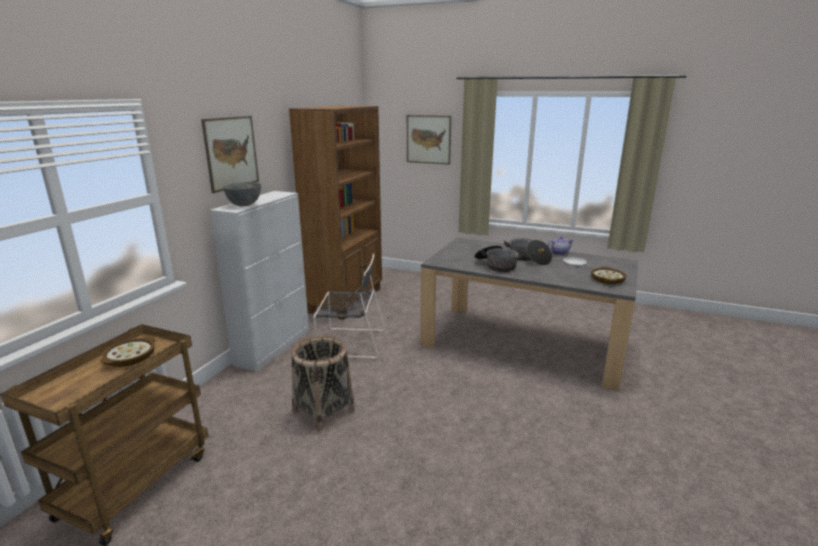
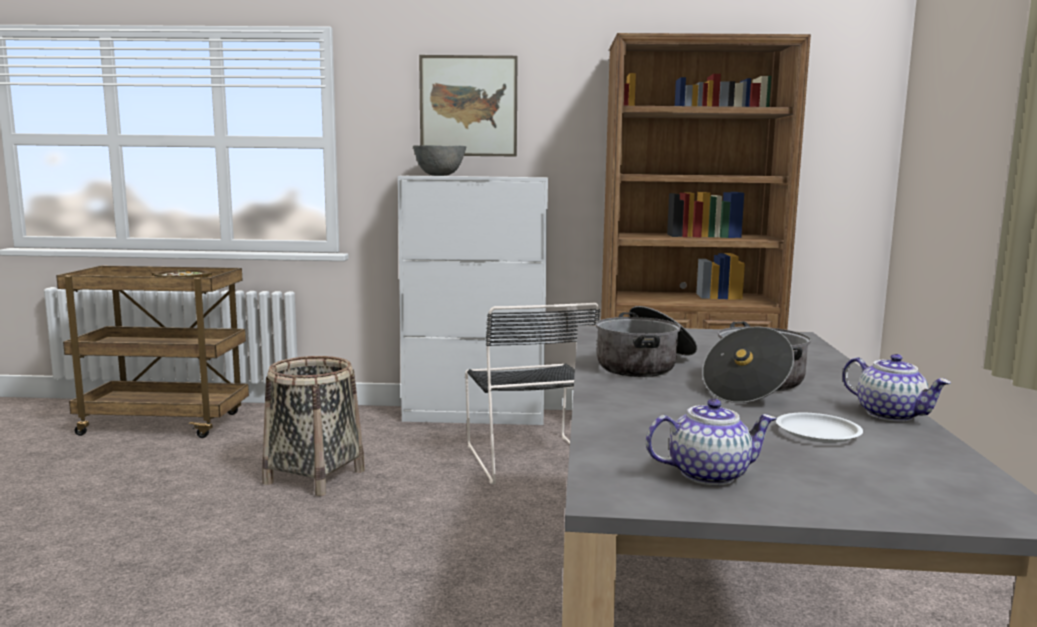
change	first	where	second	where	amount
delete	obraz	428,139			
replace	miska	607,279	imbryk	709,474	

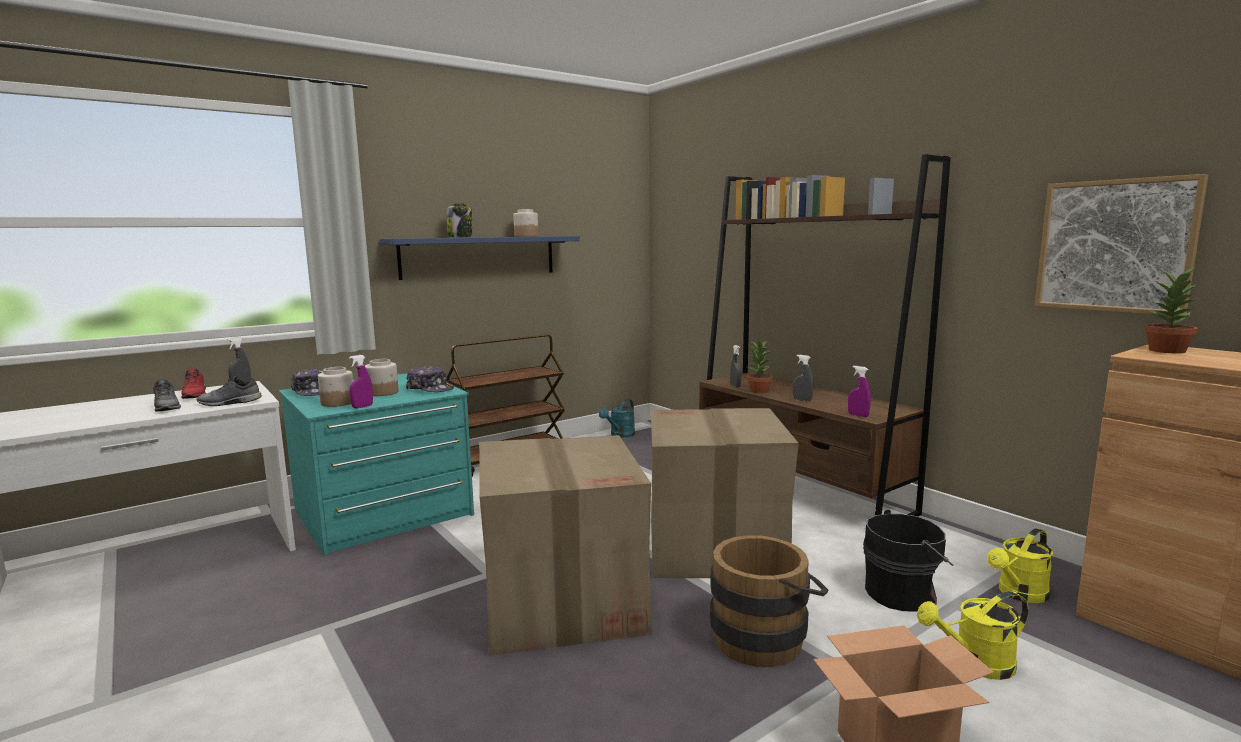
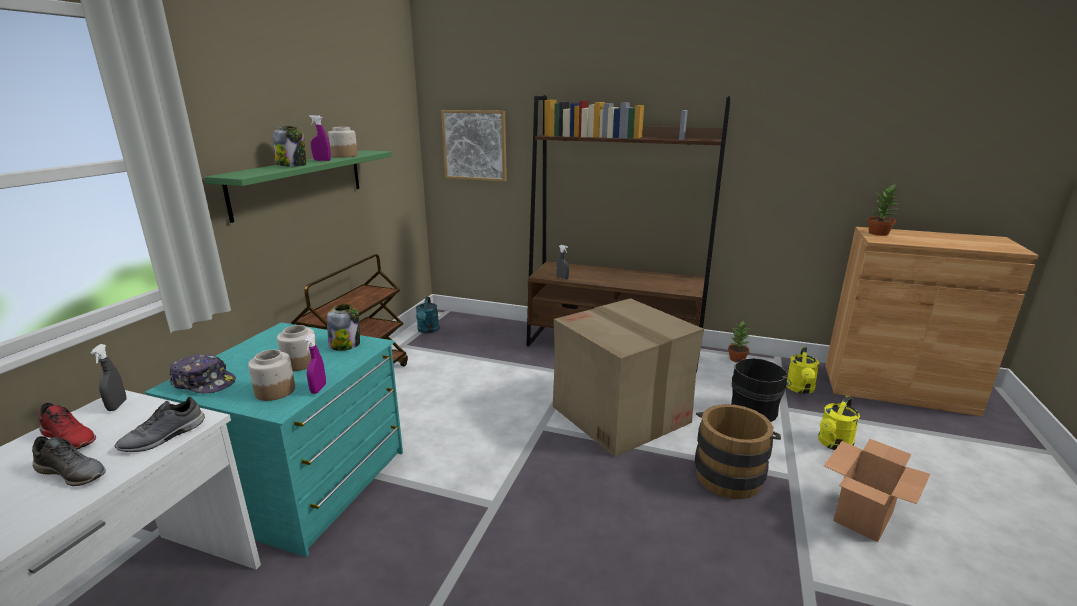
change	first	where	second	where	amount
move	obraz	1115,246		475,145	
recolor	półka/niebieski	479,256	półka/zielony	300,182	
move	roślina doniczkowa	758,391		736,359	
delete	spryskiwacz/szary	802,400			
replace	czapka z daszkiem	430,389	słoik	345,345	
move	spryskiwacz/fioletowy	858,415		322,160	
delete	karton	563,600			

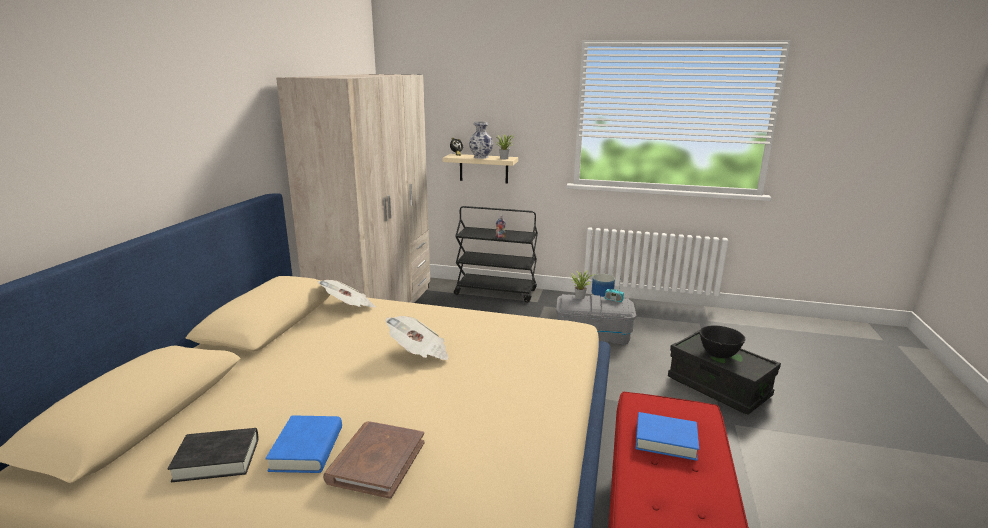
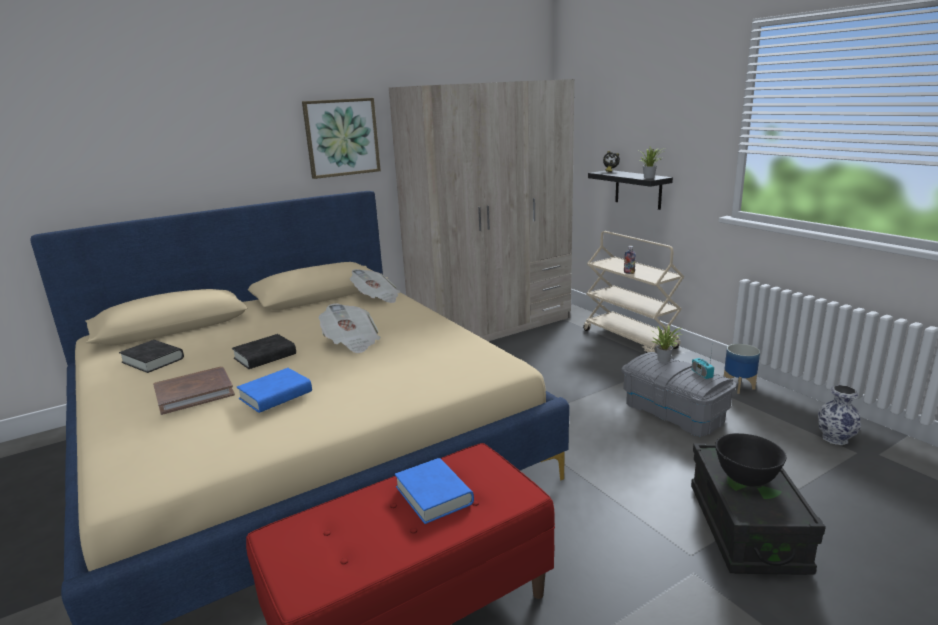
change	first	where	second	where	amount
move	wazon	481,157		835,438	
recolor	półka/beżowy	483,168	półka/czarny	638,189	
recolor	wózek/czarny	496,292	wózek/beżowy	630,339	
move	książka/niebieski	307,449		276,395	
insert			obraz	342,137	
insert			książka/czarny	265,356	

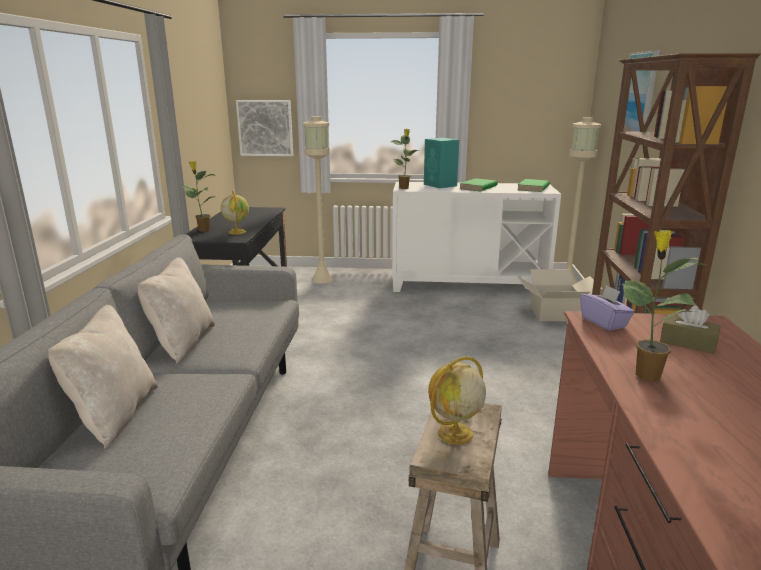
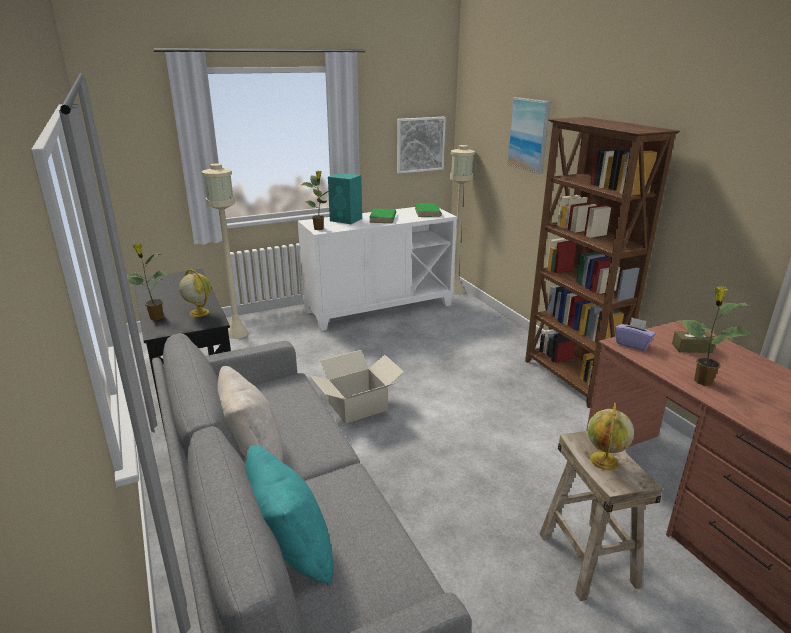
change	first	where	second	where	amount
move	obraz	265,128		420,144	
move	karton	555,314		358,407	
recolor	poduszka/beżowy	114,415	poduszka/turkusowy	292,551	

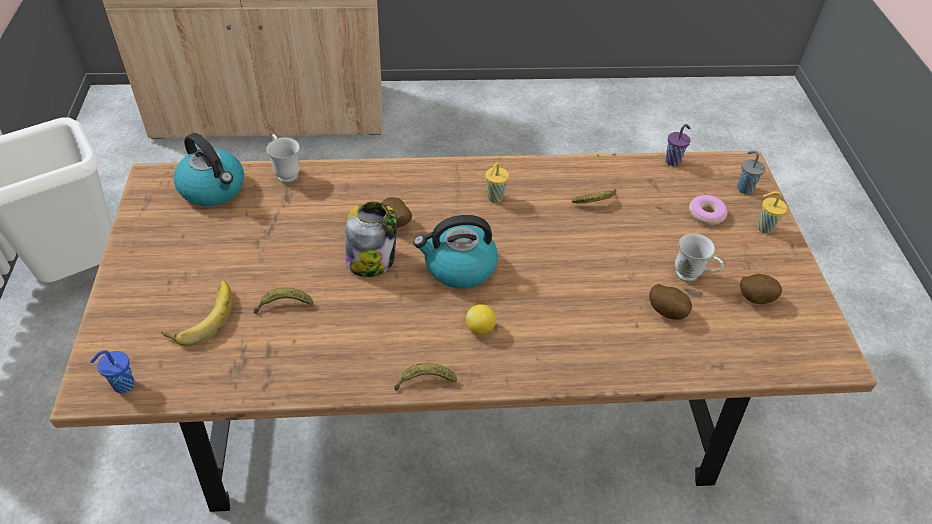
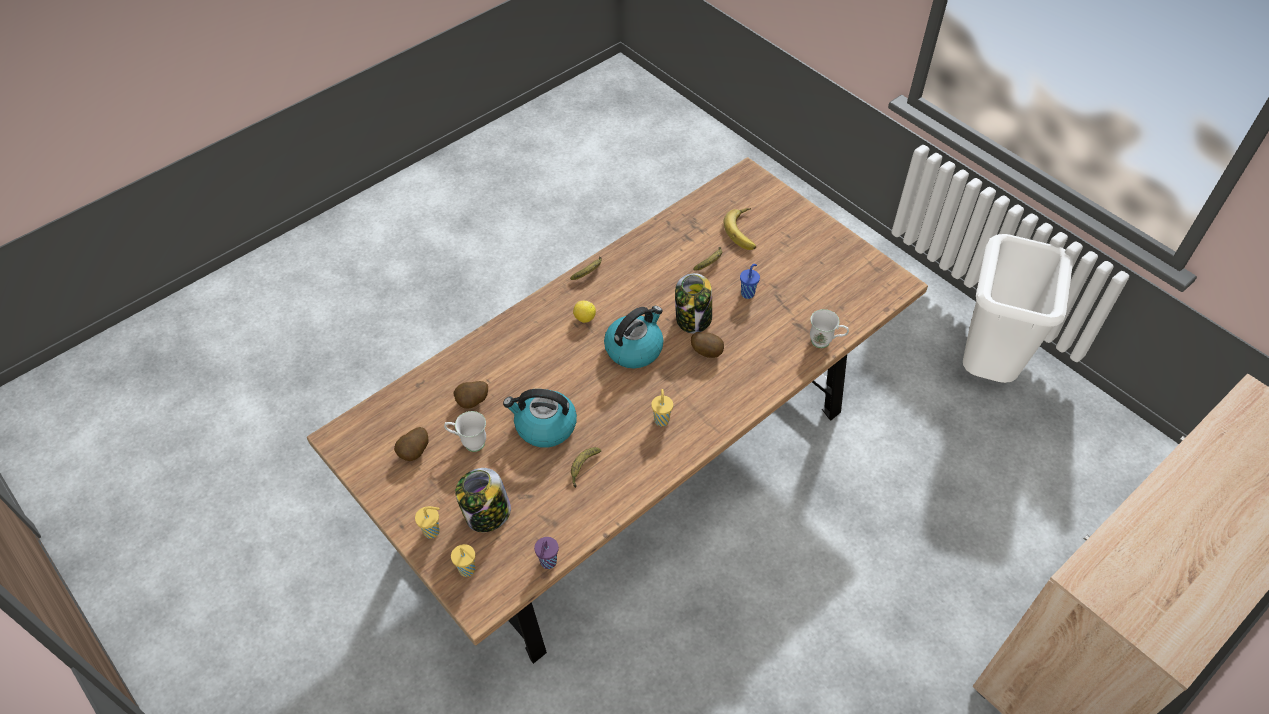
change	first	where	second	where	amount
move	czajnik	213,189		544,426	
recolor	filiżanka/szary	744,188	filiżanka/żółty	468,570	
replace	donut	706,214	słoik	487,514	
move	filiżanka/niebieski	122,385		748,293	

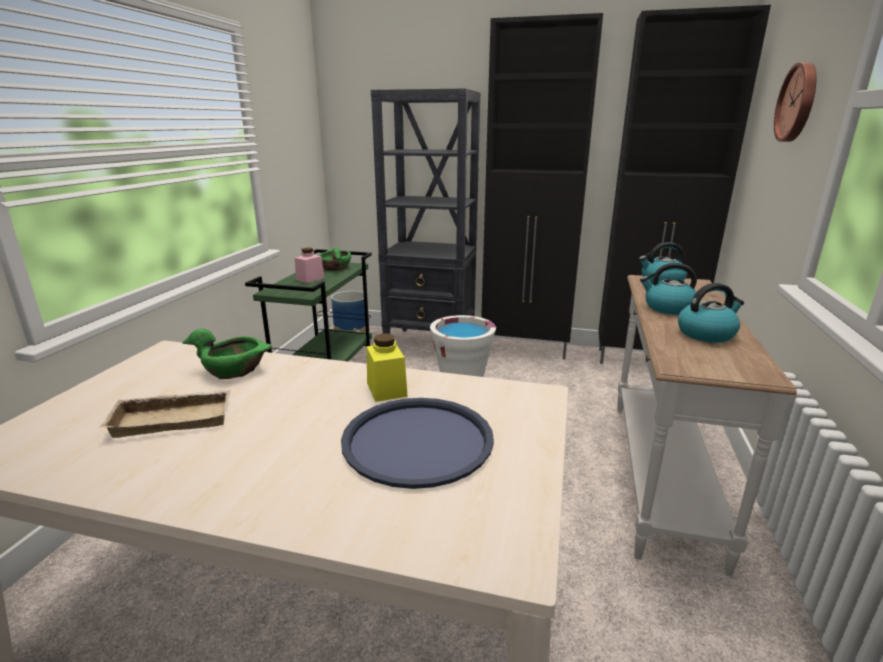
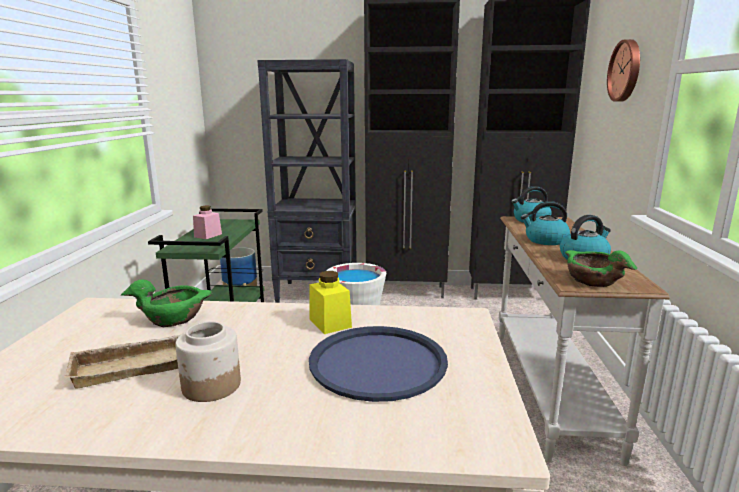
change	first	where	second	where	amount
move	miska/zielony	335,267		593,280	
insert			słoik	211,386	

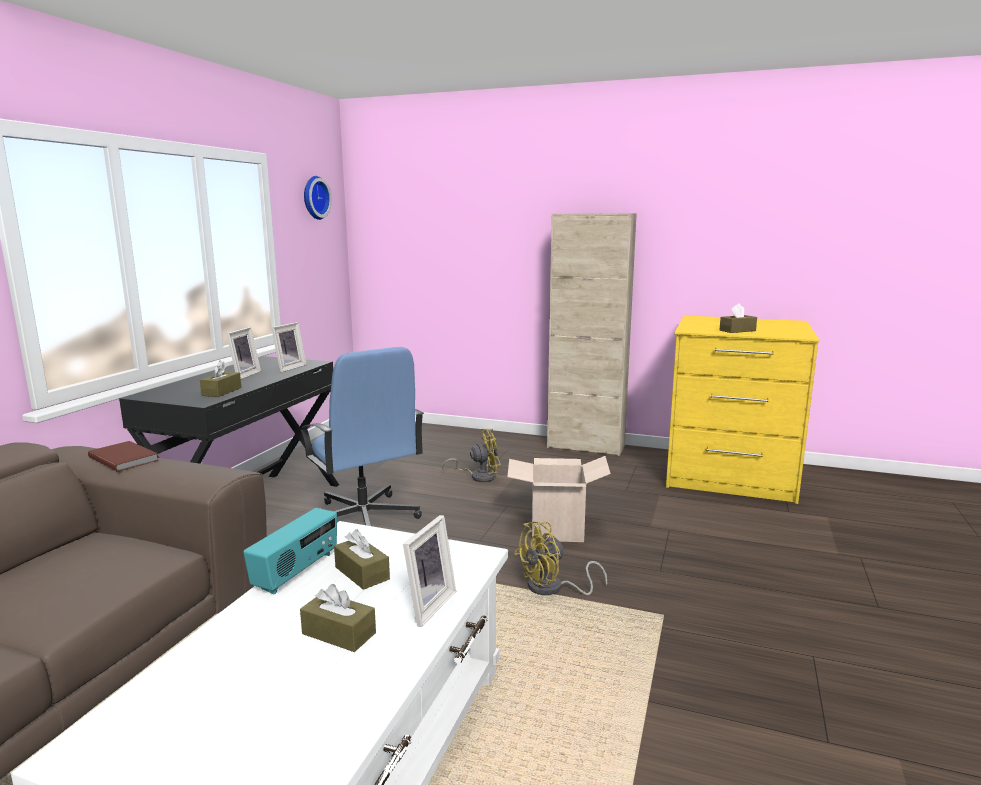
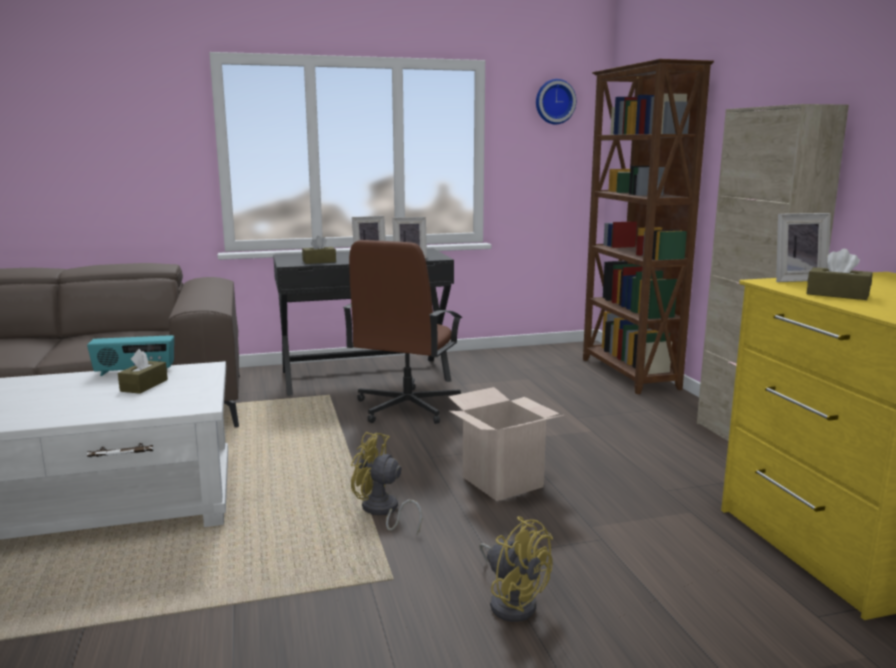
change	first	where	second	where	amount
recolor	krzesło biurowe/niebieski	363,518	krzesło biurowe/brązowy	406,407	
move	wentylator/żółty	479,476		512,601	
delete	książka/brązowy	125,458			
move	ramka na zdjęcie	426,605		796,279	
delete	pudełko chusteczek/brązowy	339,633			
insert			regał/brązowy	628,374	

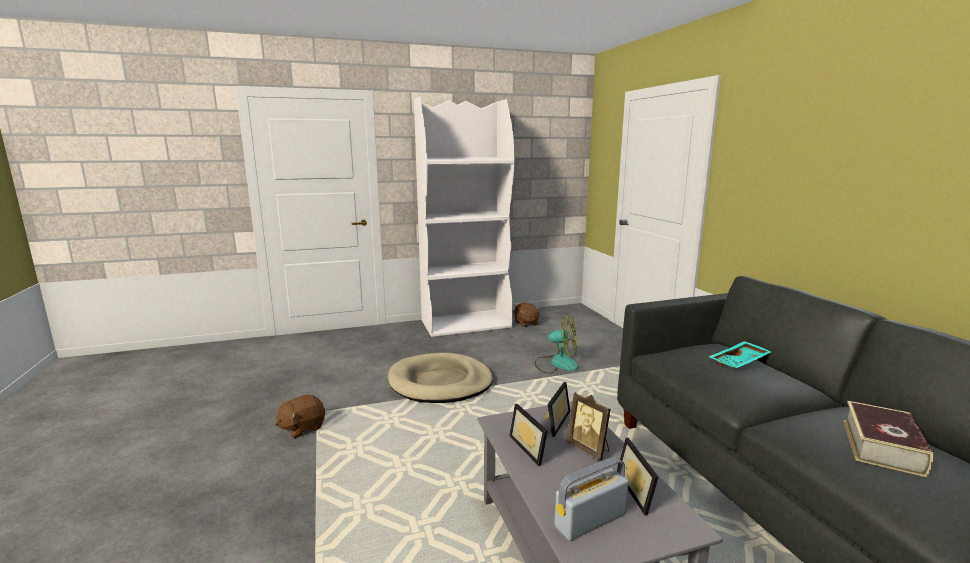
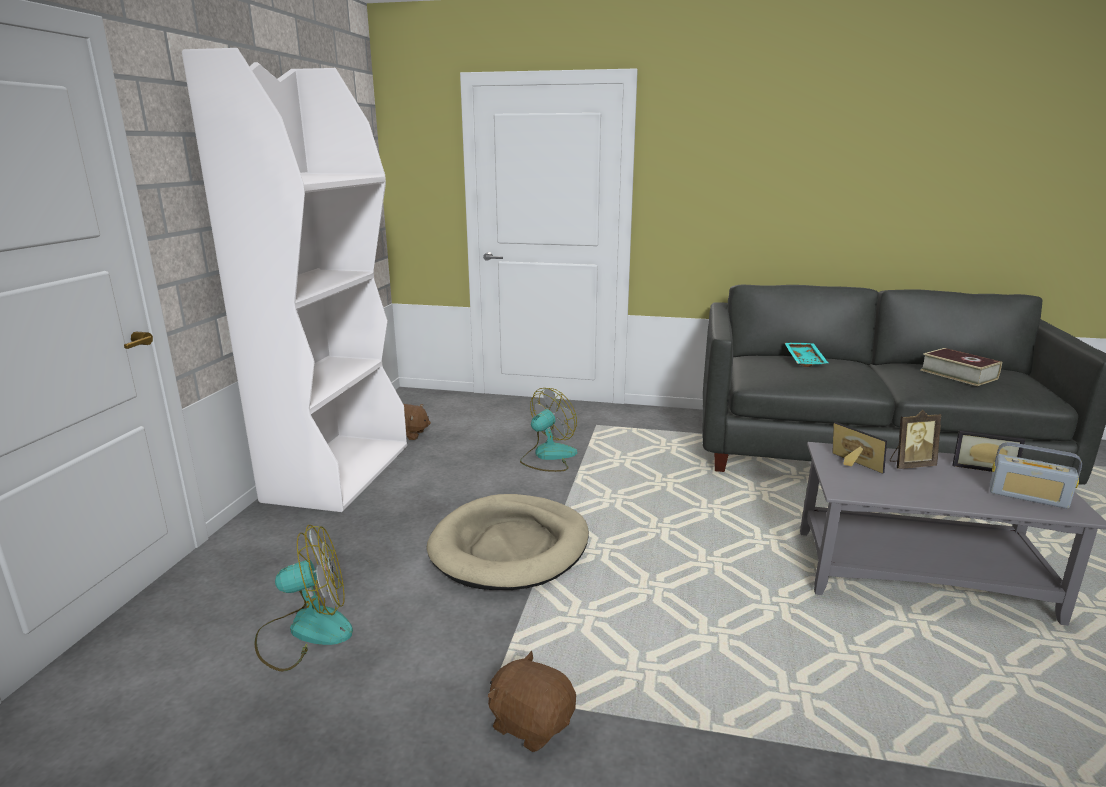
change	first	where	second	where	amount
rotate	pluszak/brązowy	302,428		531,723	135 degrees clockwise
delete	ramka na zdjęcie	532,448			
rotate	radio	590,520		1028,497	60 degrees counterclockwise
insert			wentylator	305,631	

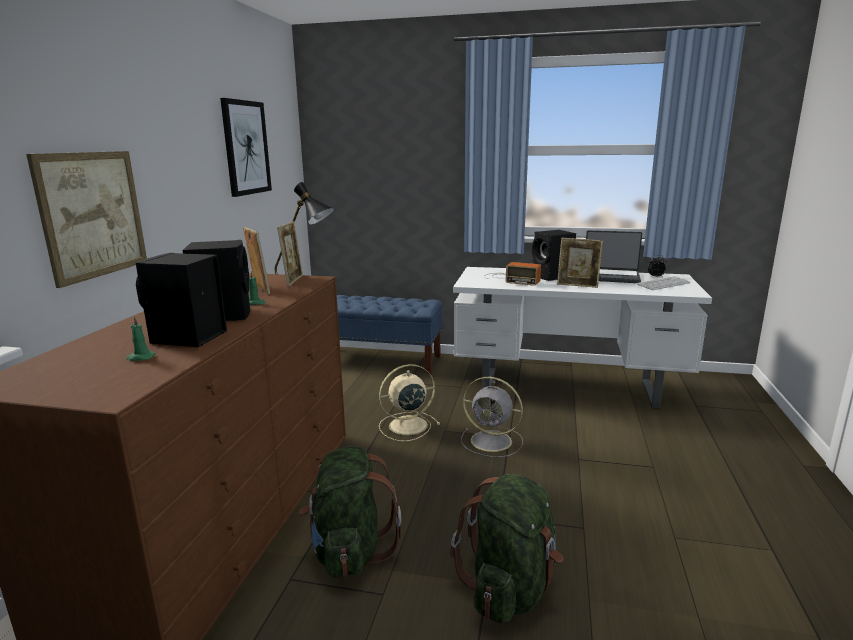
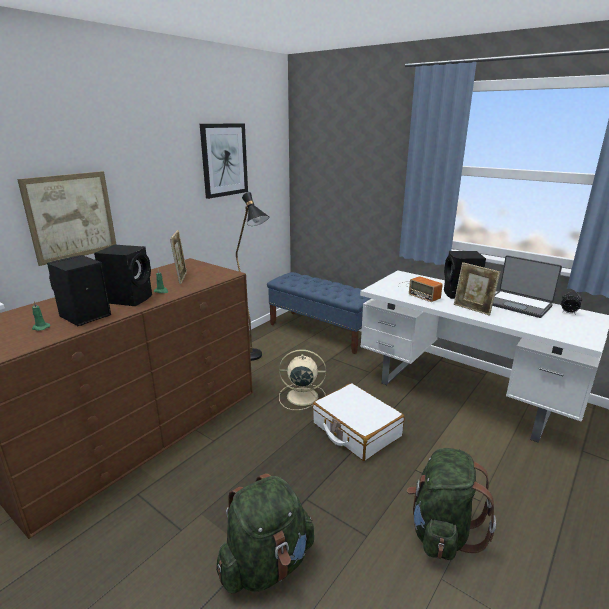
change	first	where	second	where	amount
delete	ramka na zdjęcie	293,281			
delete	klawiatura	663,284			
replace	wentylator/szary	493,441	walizka/biały	356,430	
move	plecak/zielony	350,551		441,531	

